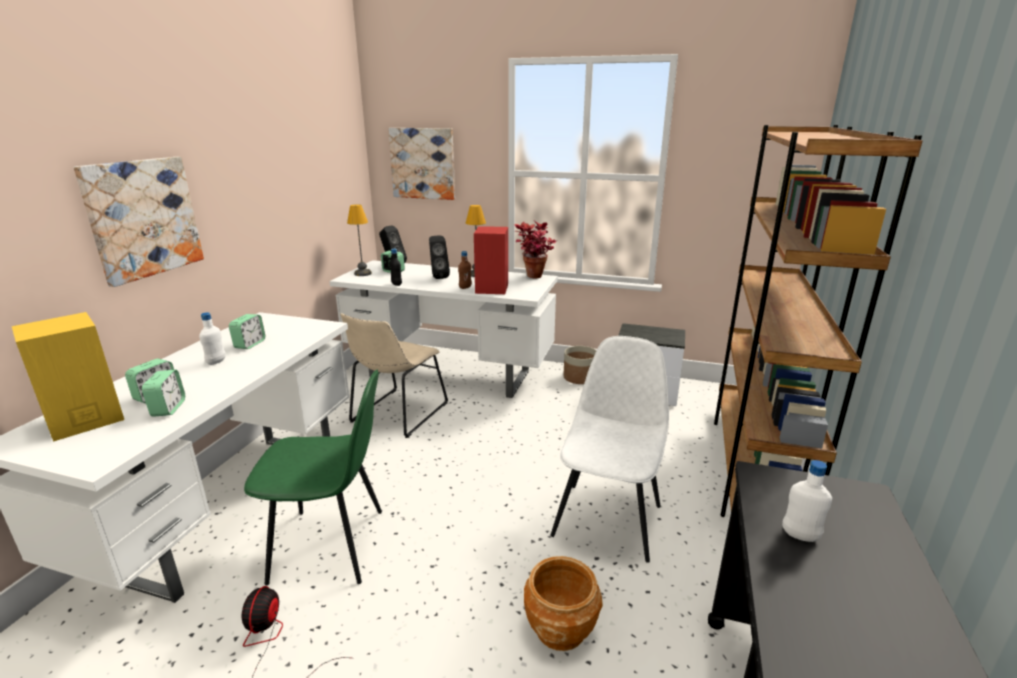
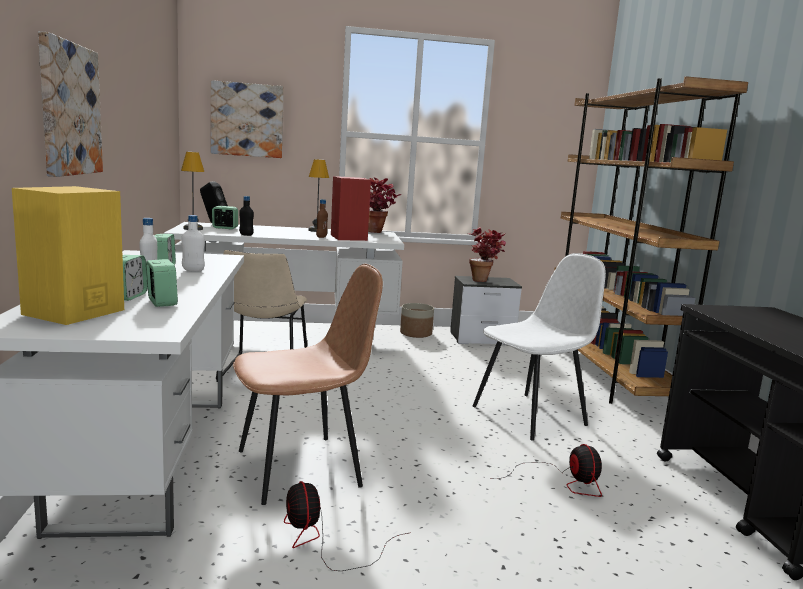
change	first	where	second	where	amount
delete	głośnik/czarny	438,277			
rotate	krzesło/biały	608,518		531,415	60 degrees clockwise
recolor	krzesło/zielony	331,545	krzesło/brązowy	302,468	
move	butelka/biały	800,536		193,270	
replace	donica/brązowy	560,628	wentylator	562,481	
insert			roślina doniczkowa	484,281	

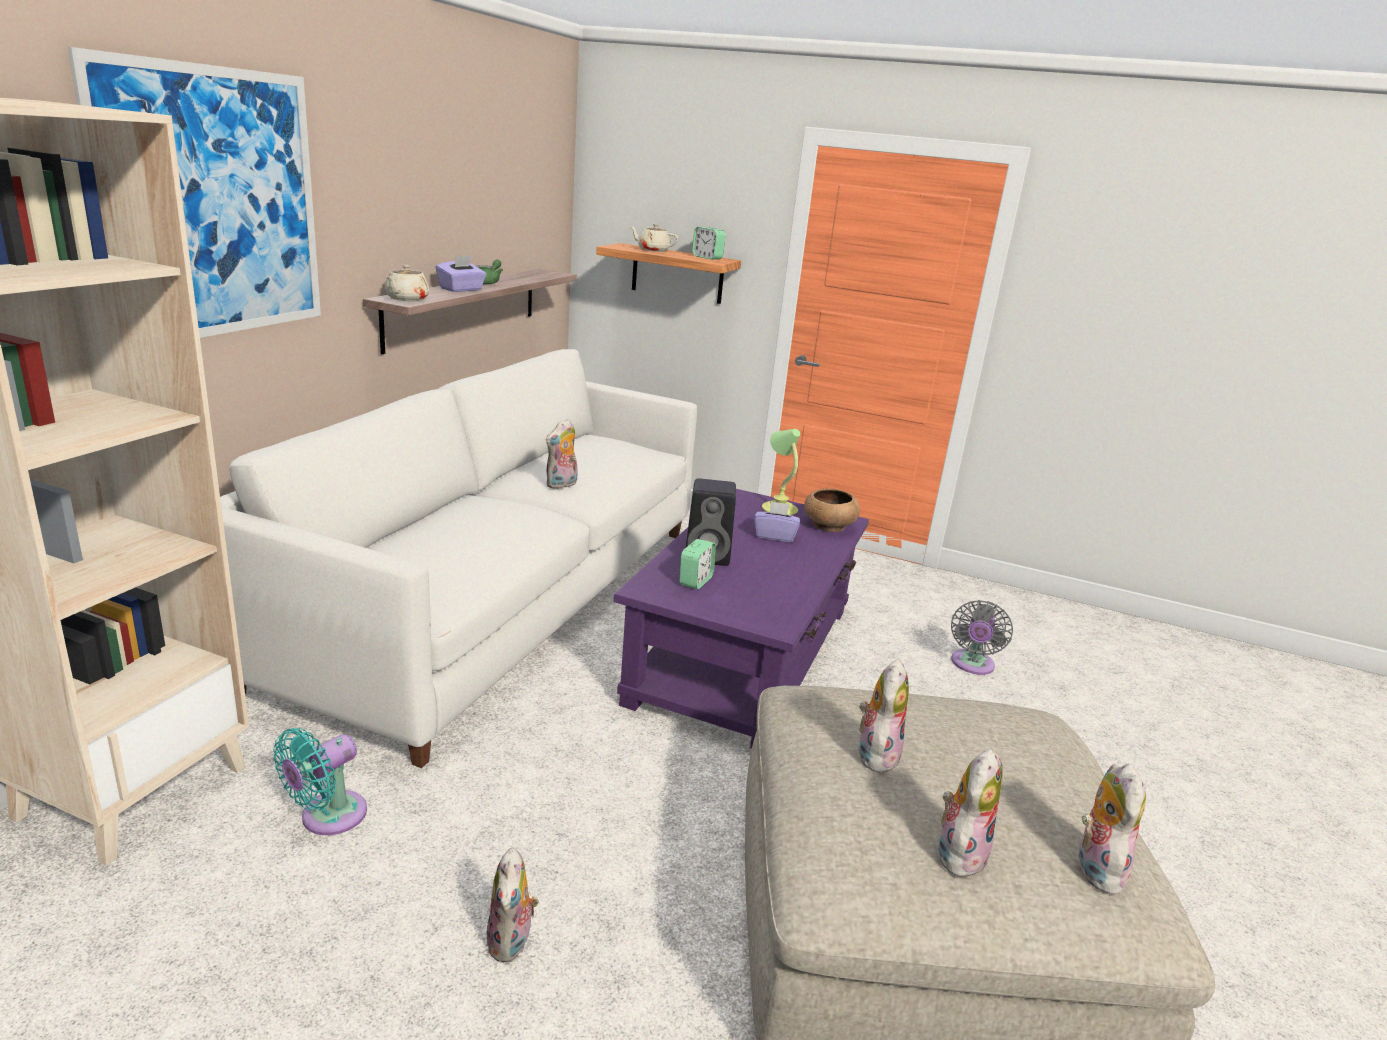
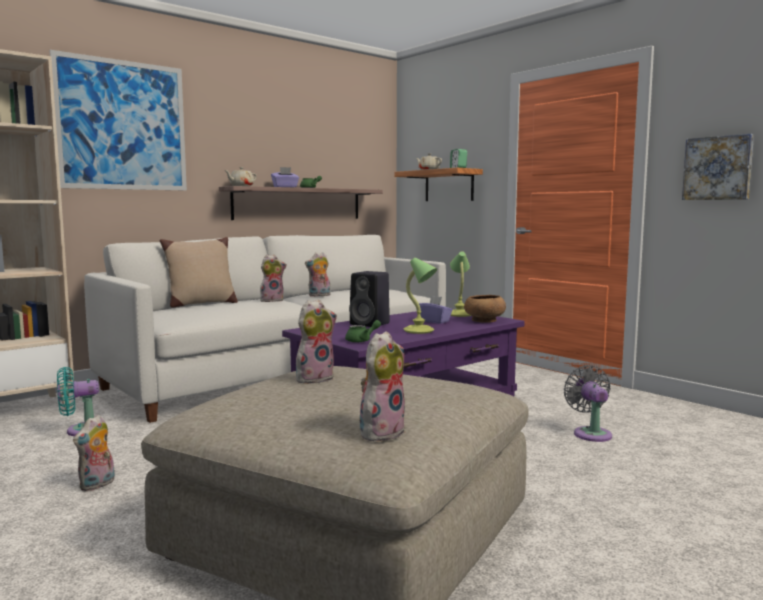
change	first	where	second	where	amount
delete	budzik	695,581			
rotate	wentylator/szary	971,665		590,433	120 degrees clockwise
move	pluszak	959,852		272,300	
insert			obraz	718,168	
insert			poduszka/beżowy	201,304	
insert			lampa stołowa	419,331	
insert			imbryk/zielony	362,340	

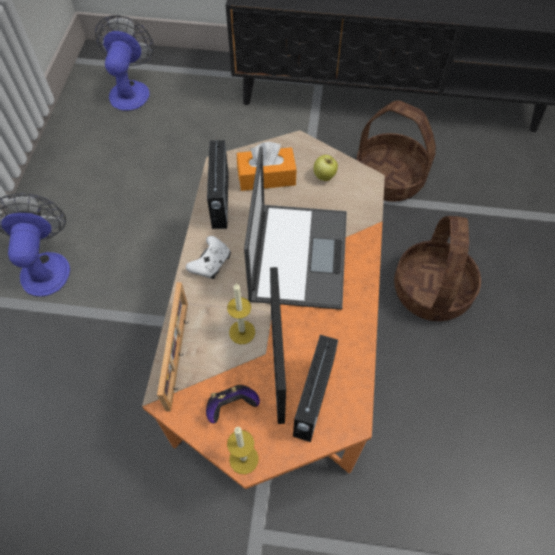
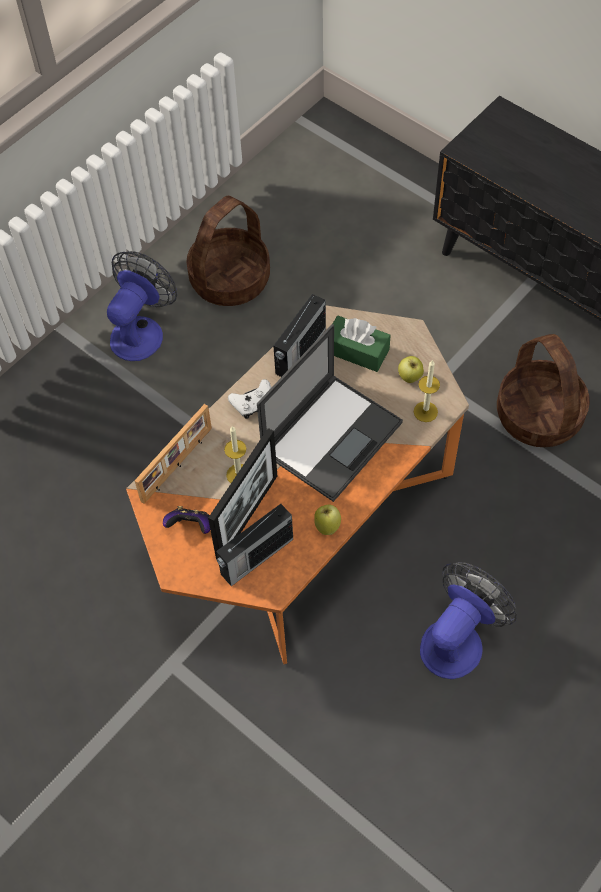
change	first	where	second	where	amount
move	wentylator	131,90		457,639	
recolor	pudełko chusteczek/pomarańczowy	266,177	pudełko chusteczek/zielony	357,351	
move	koszyk	431,290		230,278	
move	świeca	244,459		425,411	
insert			jabłko	327,526	

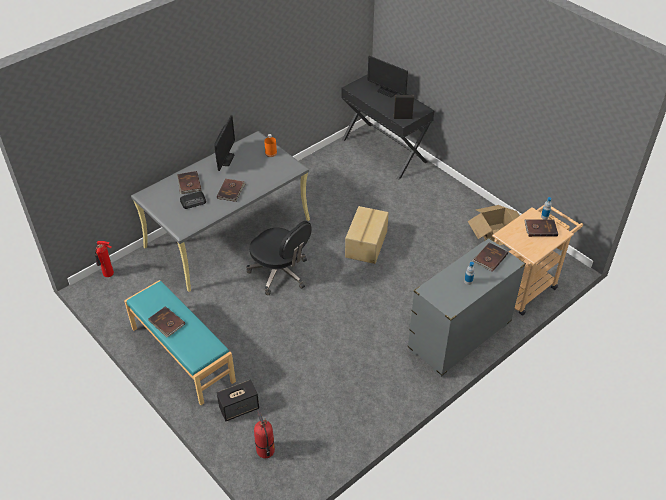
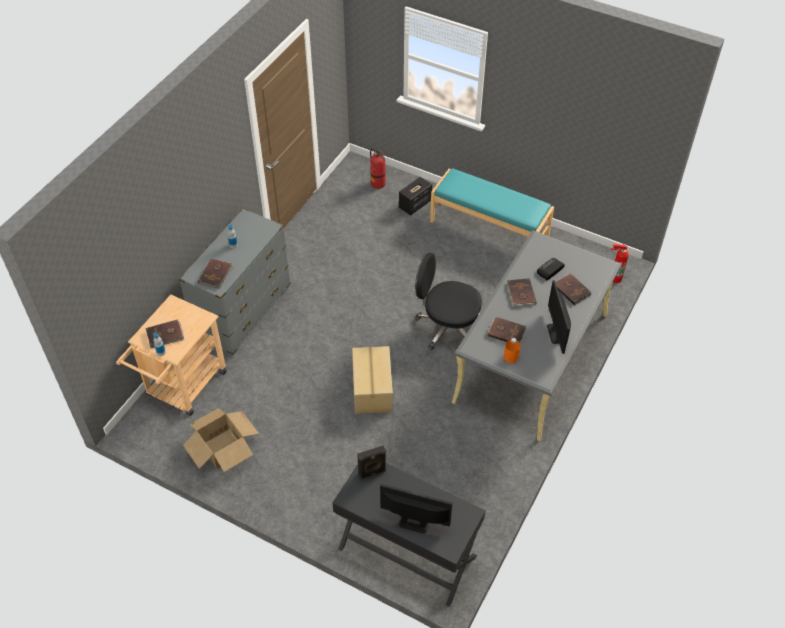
change	first	where	second	where	amount
move	książka/brązowy	166,323		506,331	

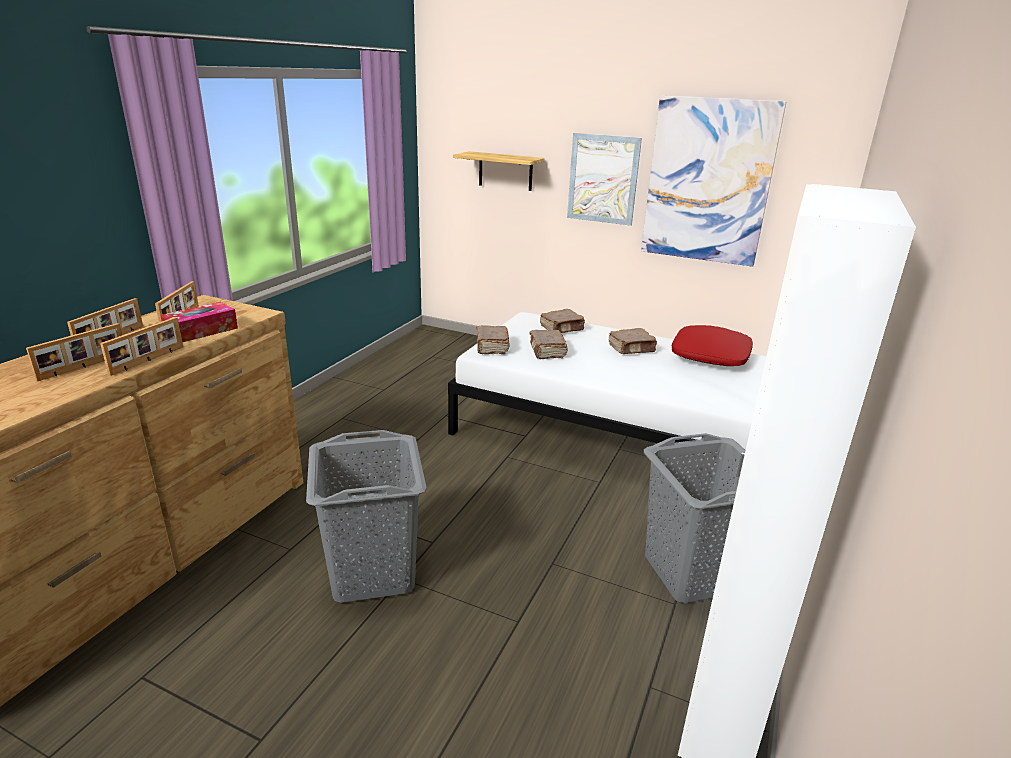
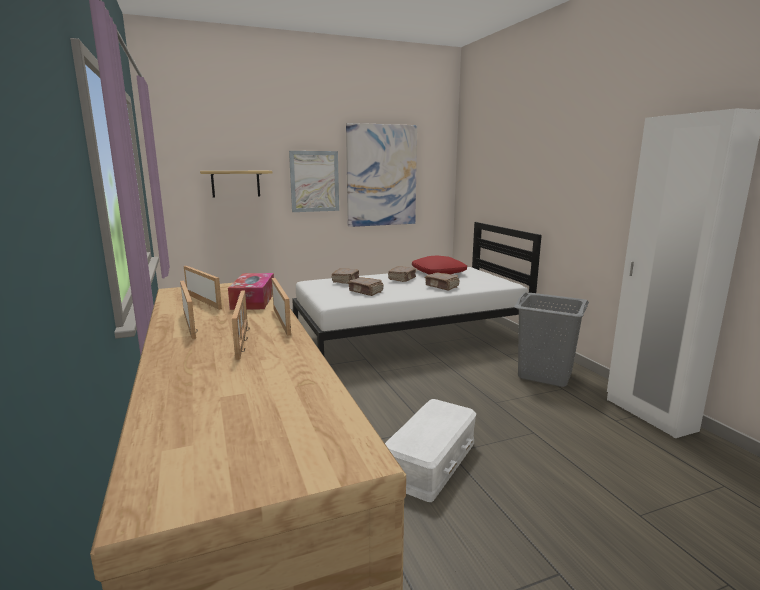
change	first	where	second	where	amount
move	książka/brązowy	491,347		442,287	
replace	kosz na pranie/szary	372,573	pojemnik do przechowywania/biały	431,461	

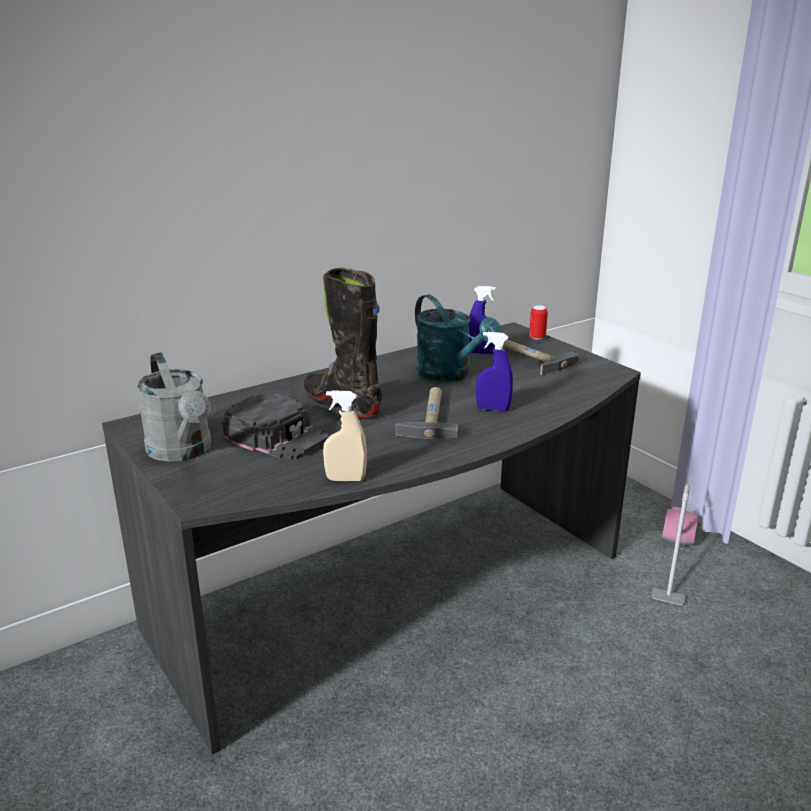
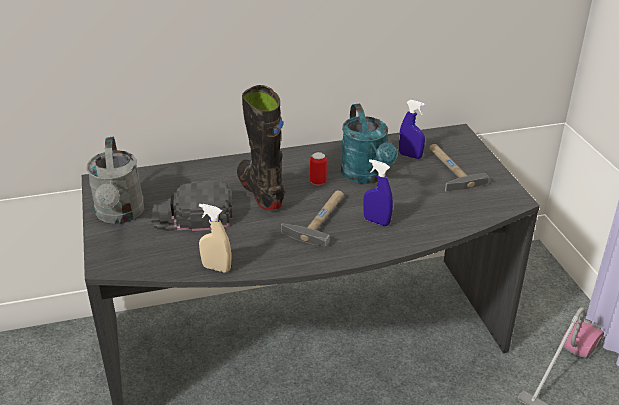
change	first	where	second	where	amount
move	puszka	537,338		318,182	
rotate	czapka z daszkiem/czarny	277,436		193,214	120 degrees clockwise

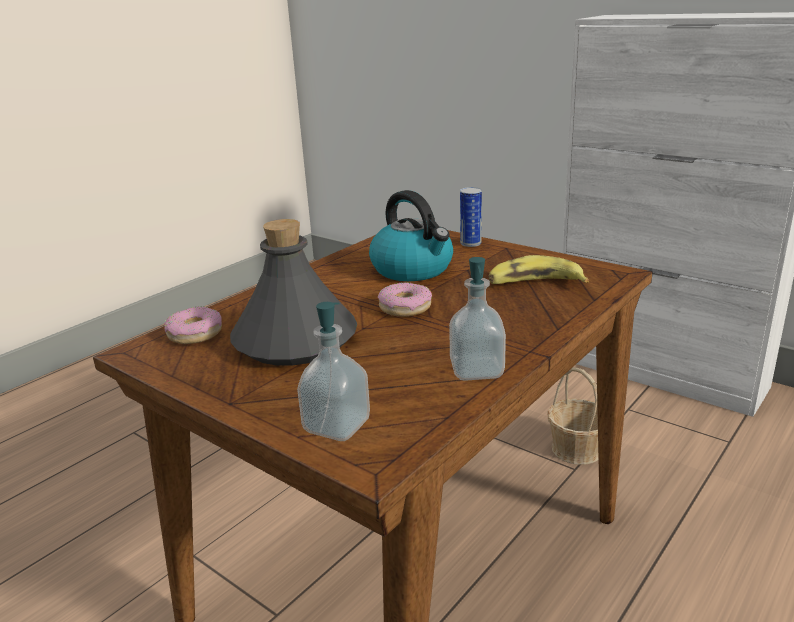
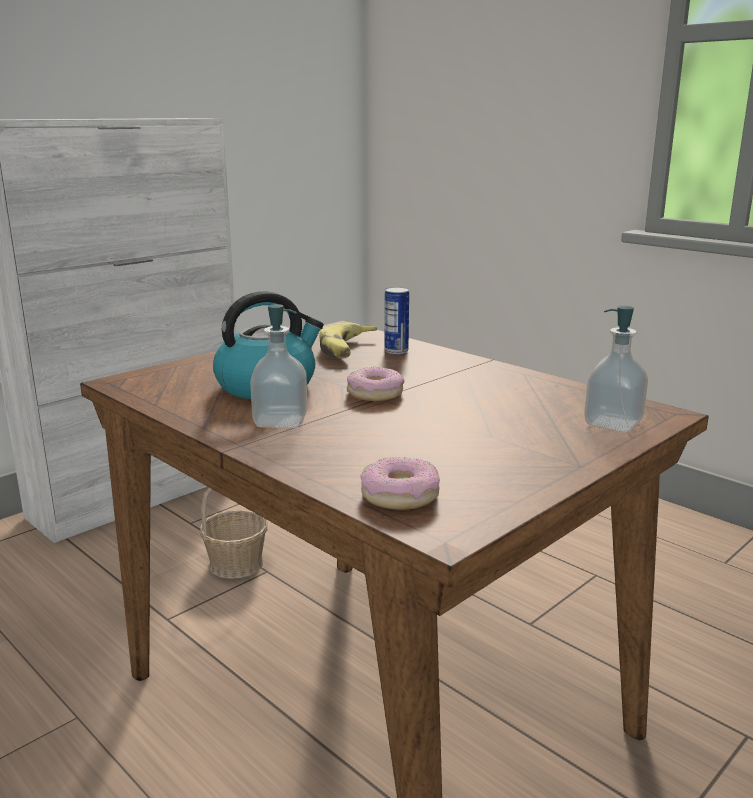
change	first	where	second	where	amount
move	puszka	470,243		396,351	
delete	butelka/szary	294,342			
move	dozownik mydła	476,370		280,421	

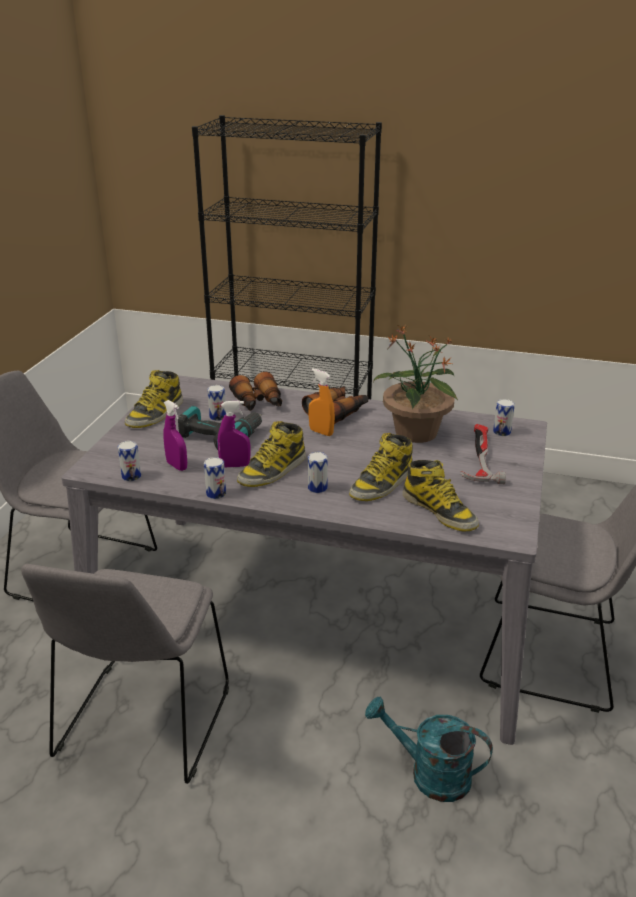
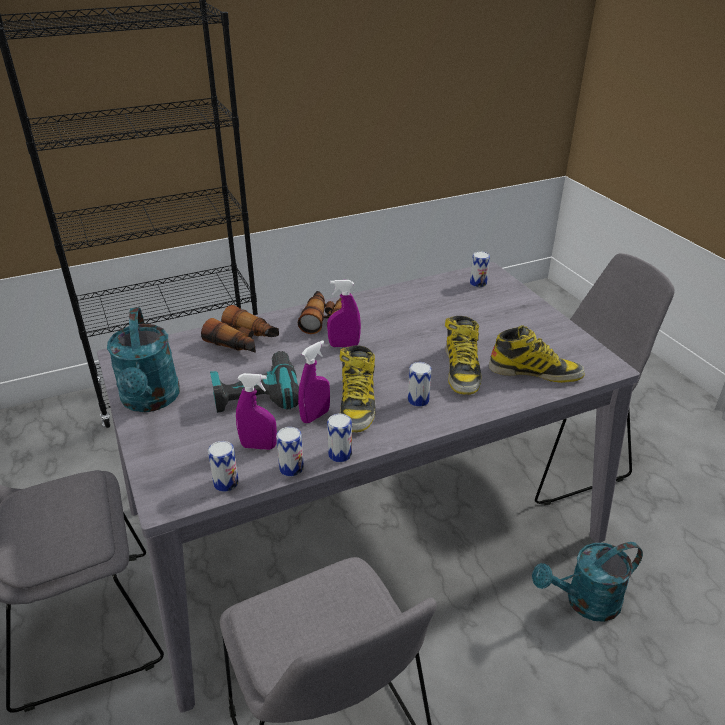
change	first	where	second	where	amount
delete	roślina doniczkowa	415,433			
recolor	spryskiwacz/pomarańczowy	321,432	spryskiwacz/fioletowy	344,345	
replace	but z cholewką	155,414	konewka/turkusowy	150,401	
move	puszka	218,417		291,468	
delete	młotek	479,457			

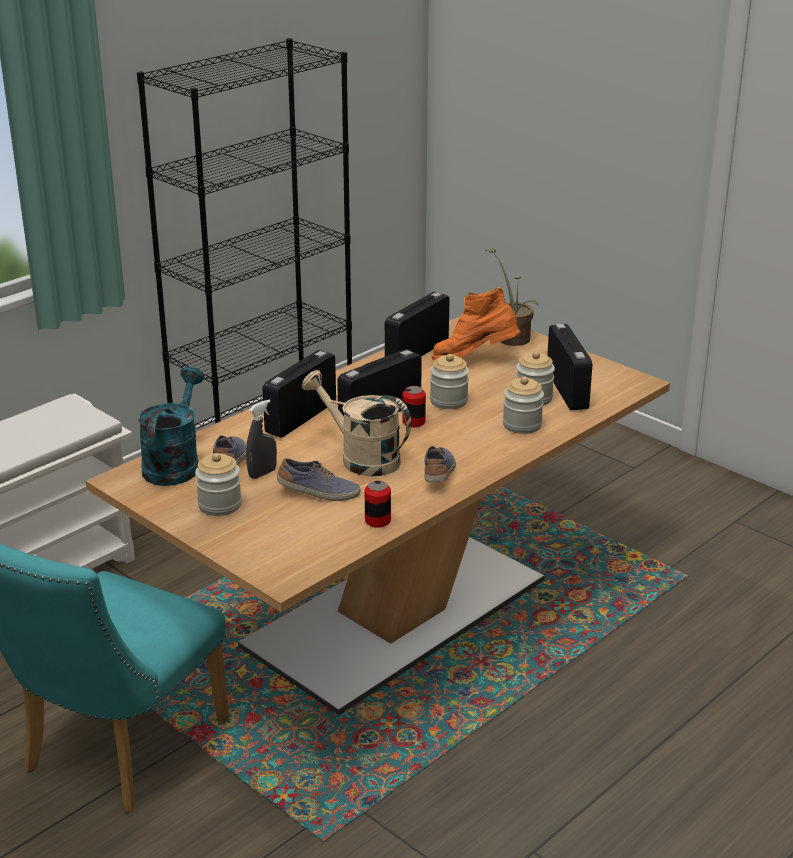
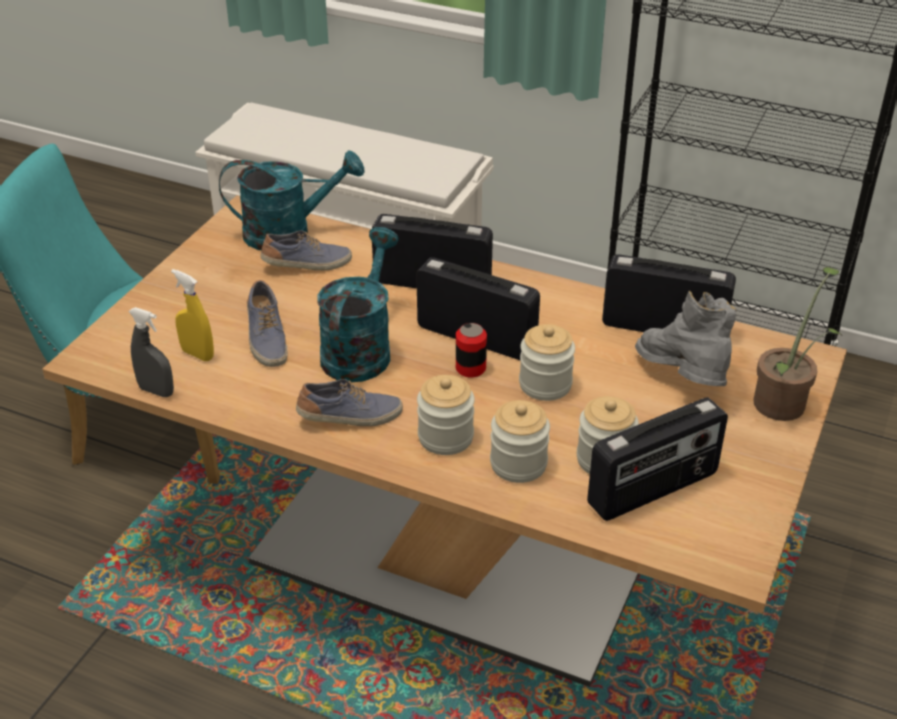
change	first	where	second	where	amount
recolor	but z cholewką/pomarańczowy	474,359	but z cholewką/szary	682,381	
recolor	konewka/beżowy	361,458	konewka/turkusowy	360,349	
move	spryskiwacz/szary	262,473		156,391	
move	słoik	220,505		445,437	
delete	puszka	377,521			
insert			spryskiwacz/żółty	197,354	

